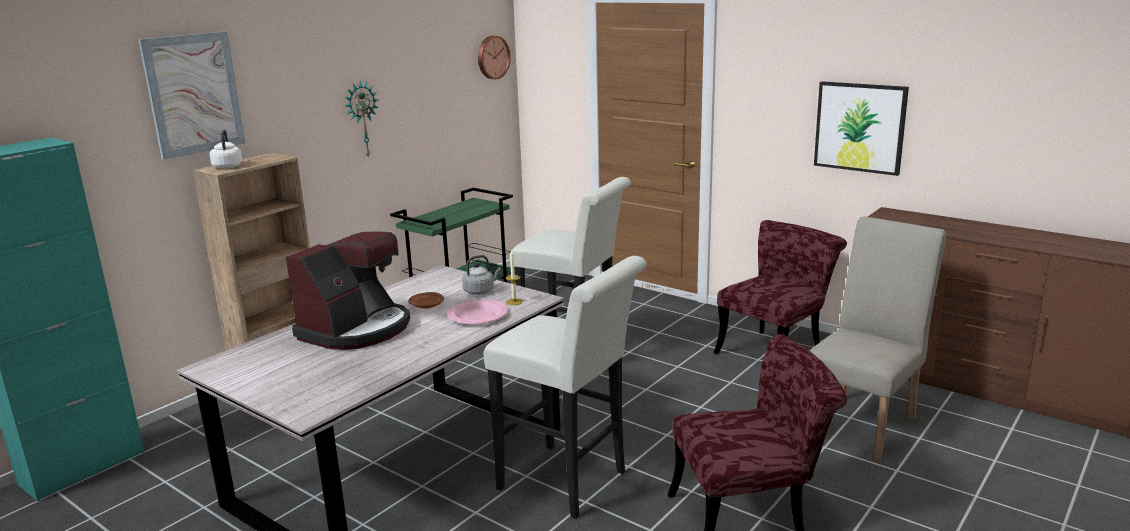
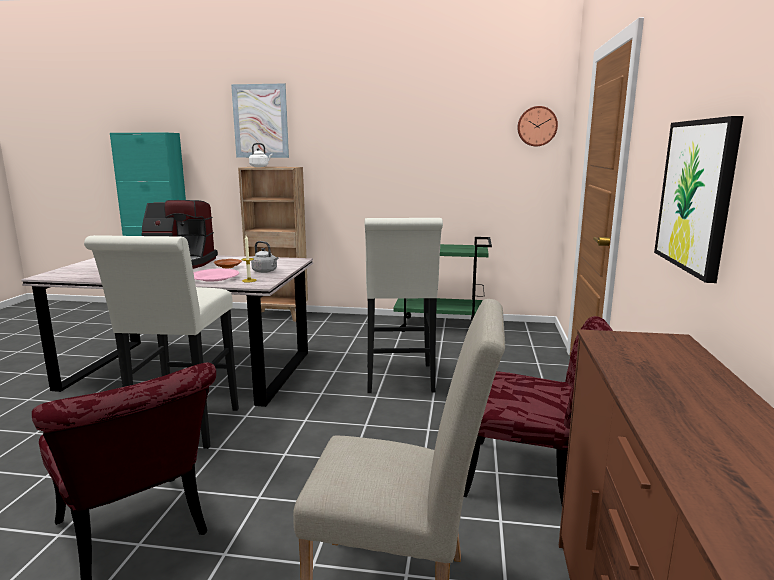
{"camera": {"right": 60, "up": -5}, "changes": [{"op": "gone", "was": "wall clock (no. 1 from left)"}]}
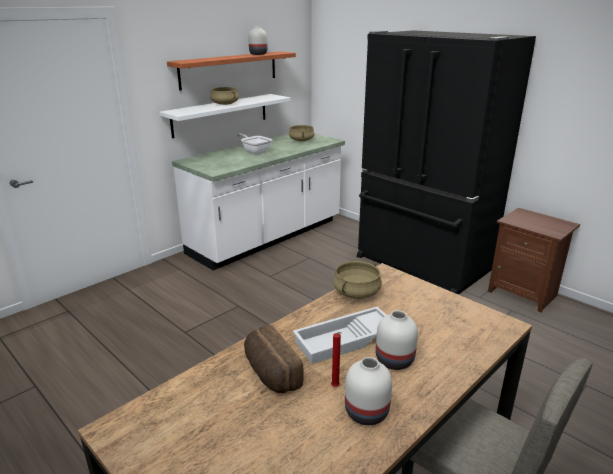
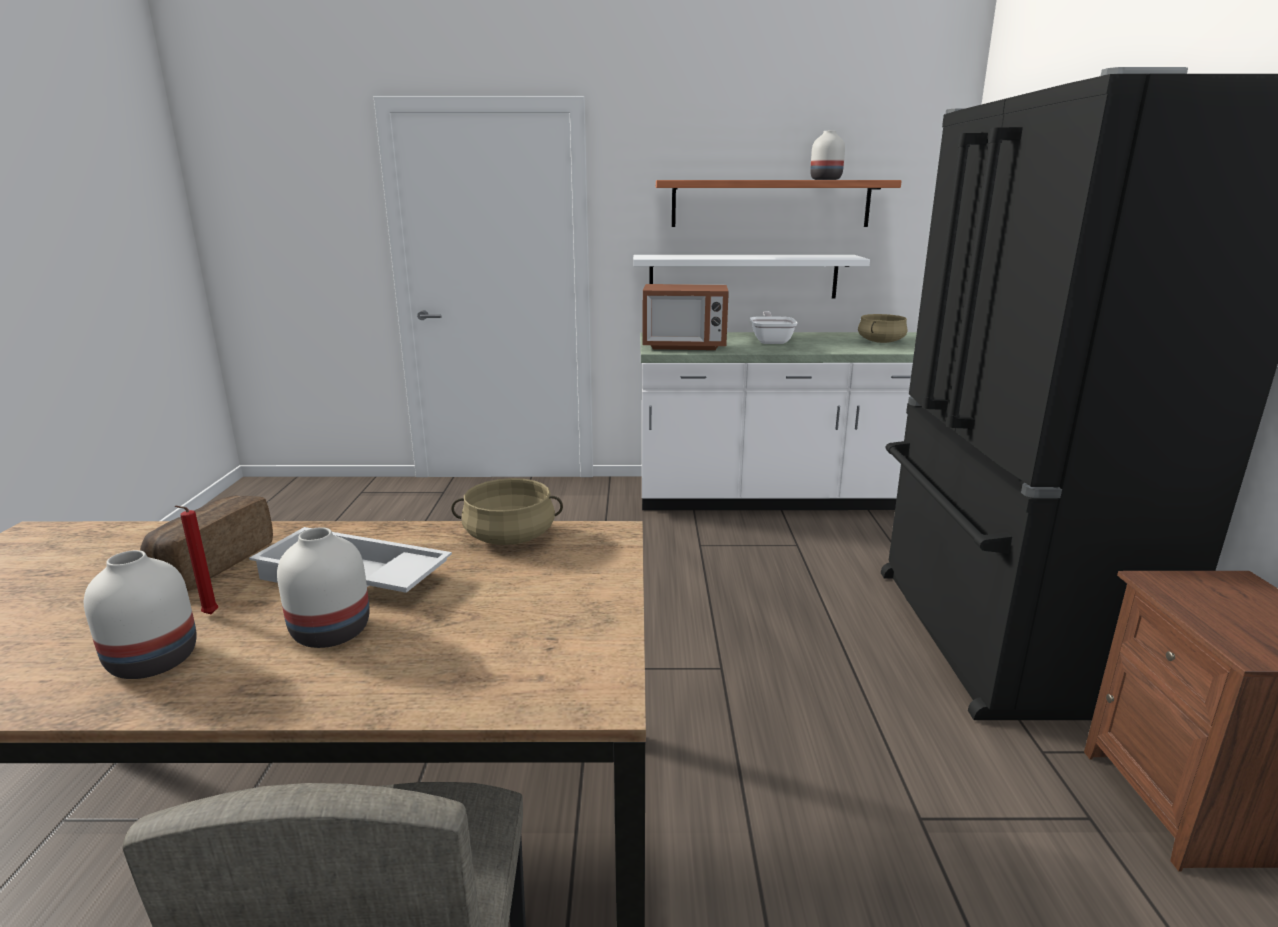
{"camera": {"right": 45, "up": -5}, "changes": [{"op": "gone", "was": "cooking pot in beige (no. 1 from left)"}, {"op": "new", "now": "microwave"}]}
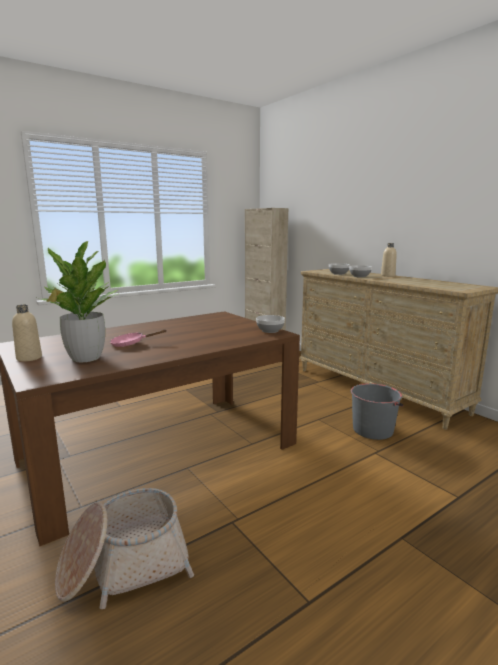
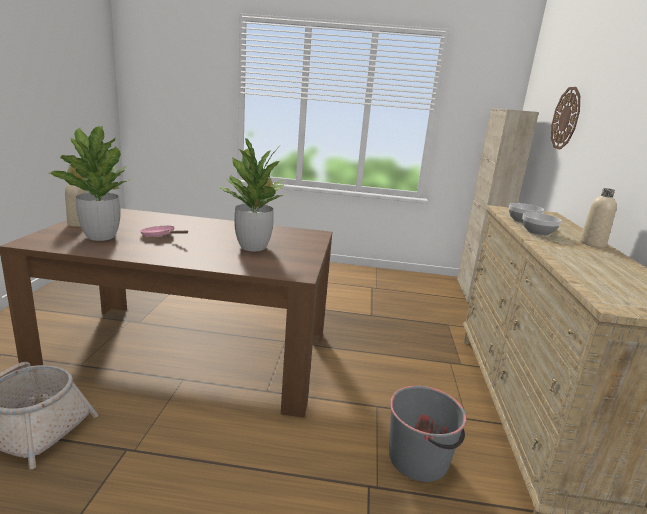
{"camera": {"right": 40, "up": 5}, "changes": [{"op": "gone", "was": "bowl (no. 1 from left)"}, {"op": "new", "now": "potted plant (no. 2 from left)"}, {"op": "new", "now": "wall clock"}]}
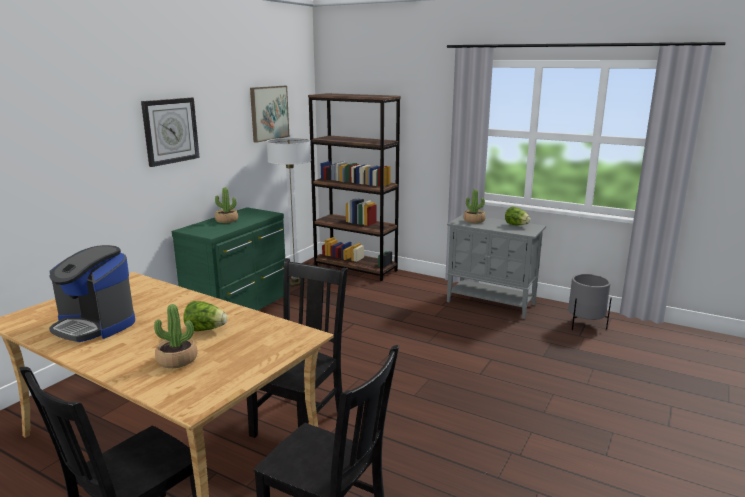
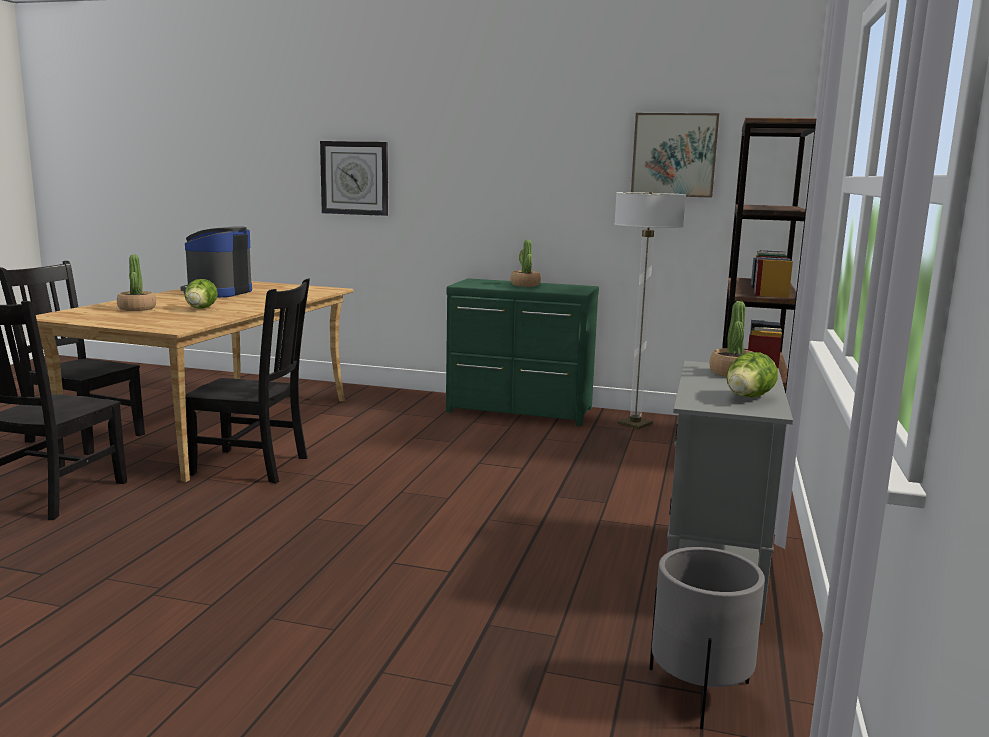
{"camera": {"right": 75, "up": -5}, "changes": [{"op": "shifted", "was": "wall clock"}]}
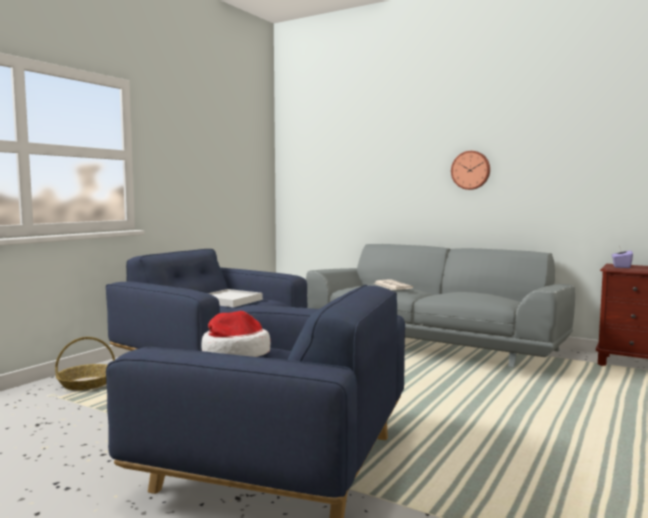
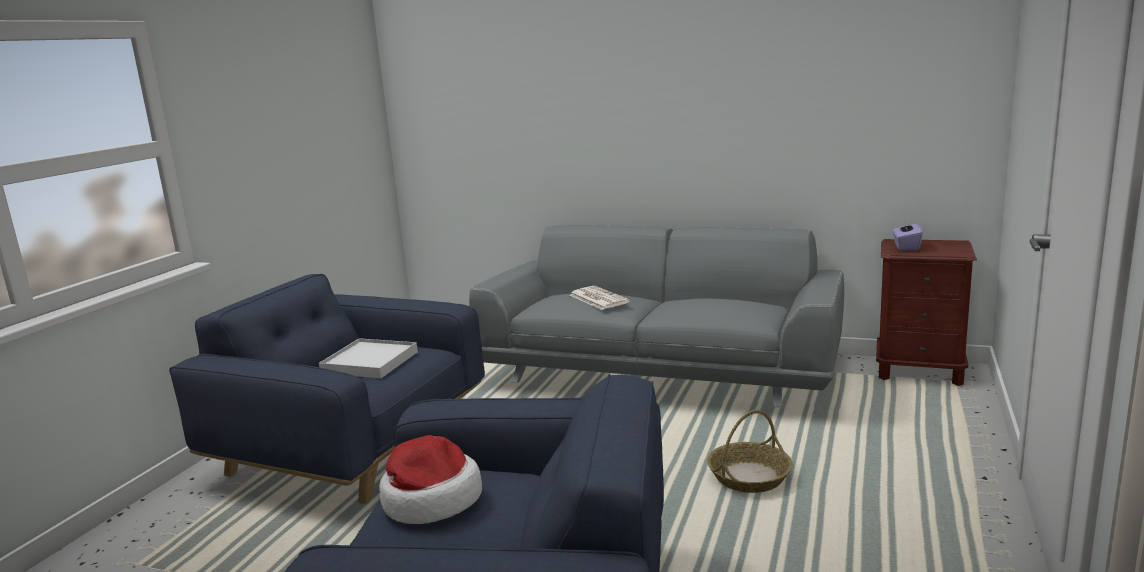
{"camera": {"right": -10, "up": 10}, "changes": [{"op": "gone", "was": "wall clock"}, {"op": "shifted", "was": "basket"}]}
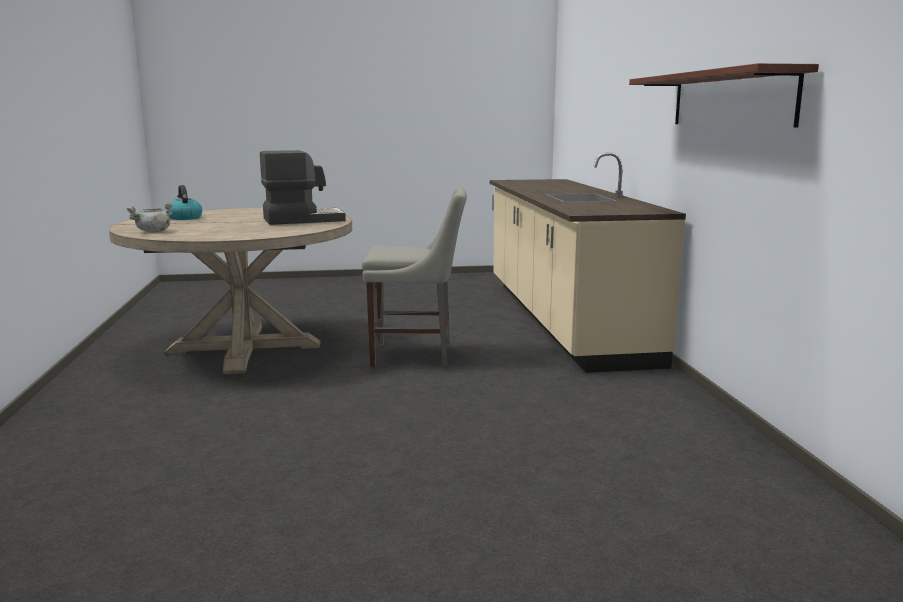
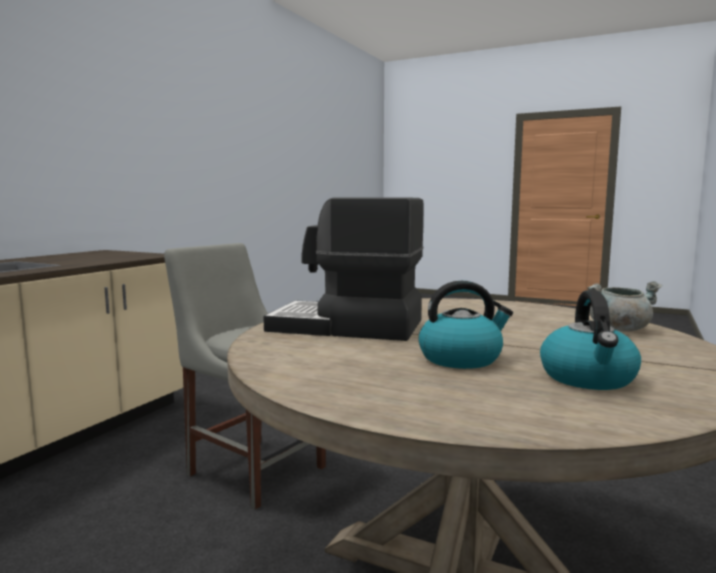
{"camera": {"right": -145, "up": -5}, "changes": [{"op": "gone", "was": "shelf"}, {"op": "new", "now": "kettle (no. 1 from left)"}]}
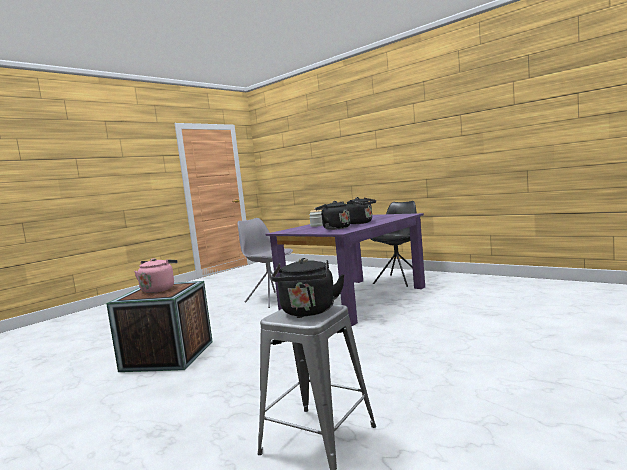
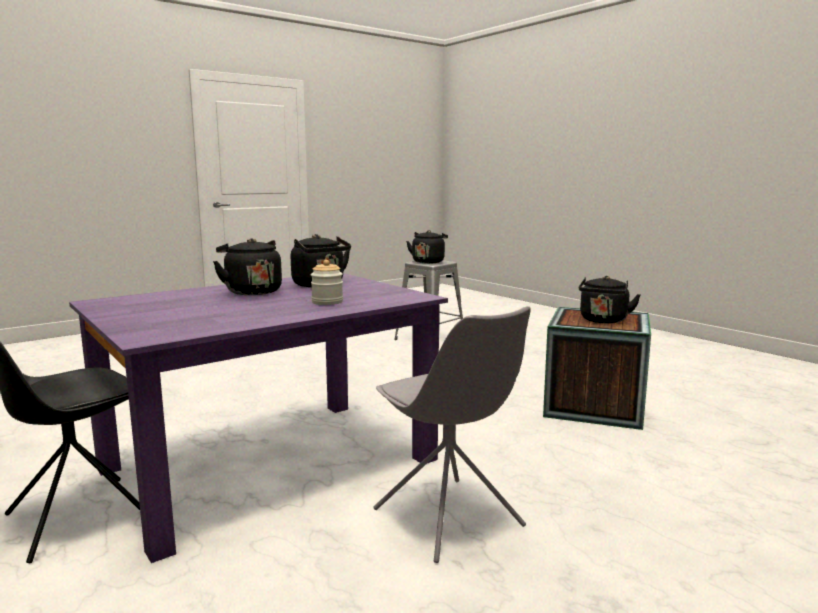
{"camera": {"right": -170, "up": 5}, "changes": [{"op": "repainted", "was": "kettle in pink", "now": "kettle in black (no. 4 from left)"}]}
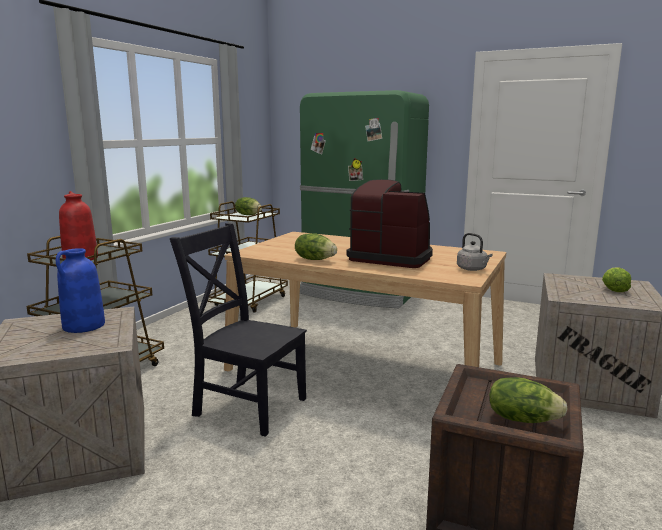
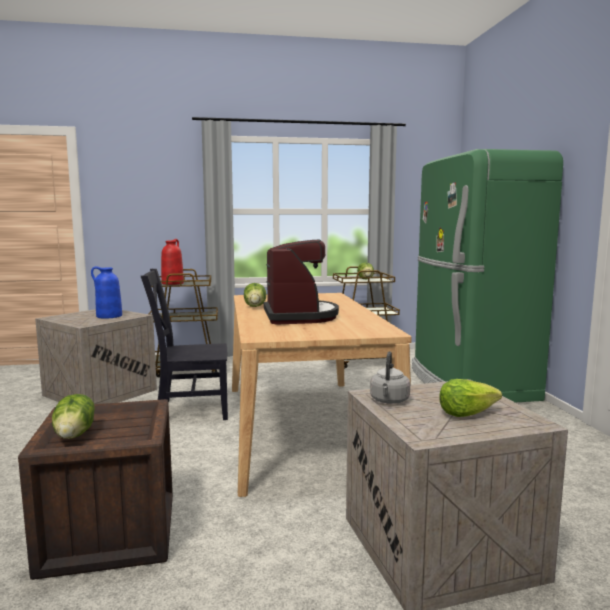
{"camera": {"right": 55, "up": -5}, "changes": [{"op": "shifted", "was": "kettle in grey"}, {"op": "rotated", "was": "chair in black", "clockwise": -90}]}
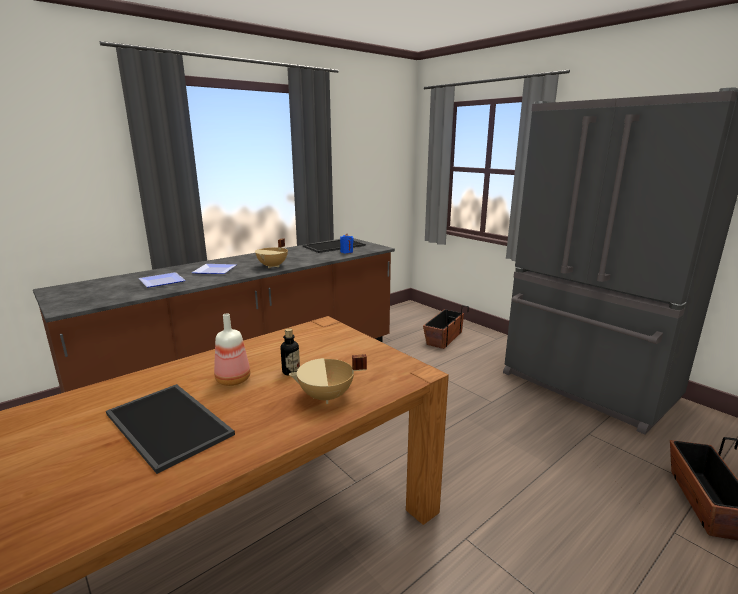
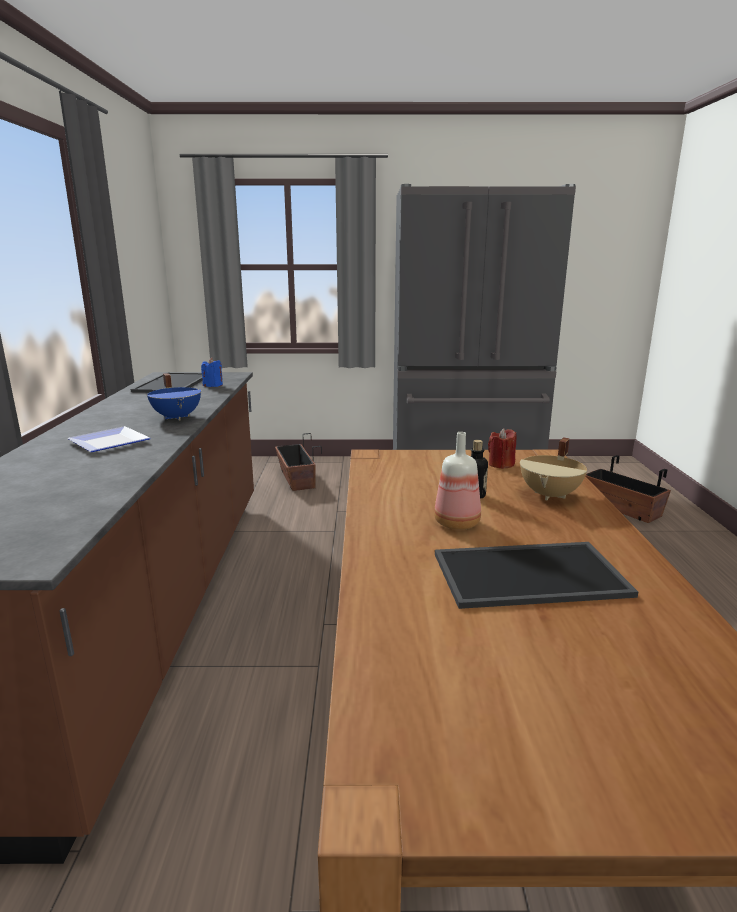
{"camera": {"right": -50, "up": 0}, "changes": [{"op": "gone", "was": "plate (no. 1 from left)"}, {"op": "new", "now": "candle in red"}, {"op": "repainted", "was": "cooking pot in beige (no. 1 from left)", "now": "cooking pot in blue"}]}
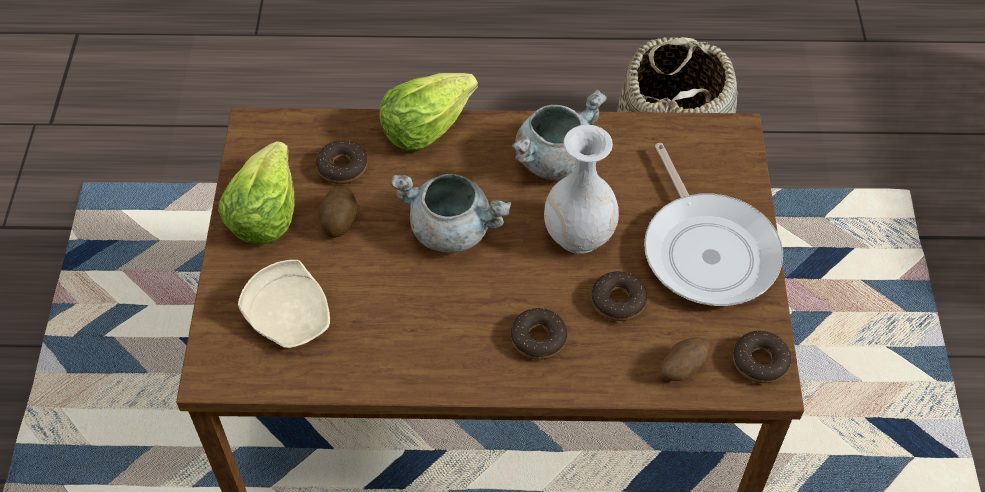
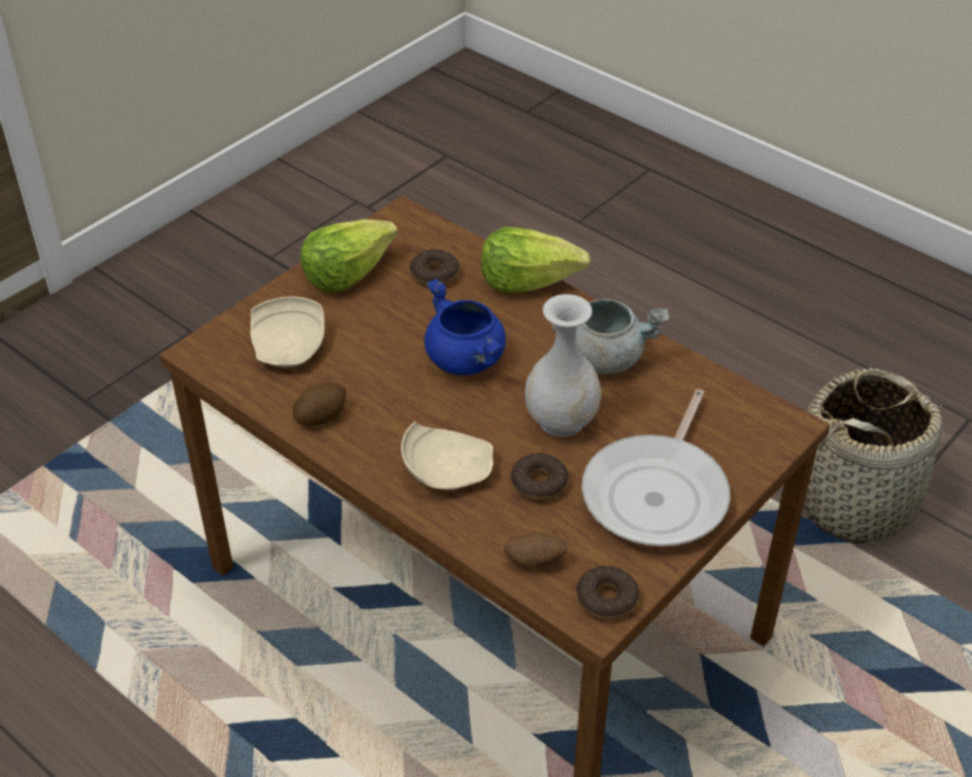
{"camera": {"right": 40, "up": -10}, "changes": [{"op": "shifted", "was": "potato (no. 1 from left)"}, {"op": "swapped", "was": "donut (no. 2 from left)", "now": "plate in beige (no. 2 from left)"}, {"op": "repainted", "was": "cooking pot in grey (no. 1 from left)", "now": "cooking pot in blue"}]}
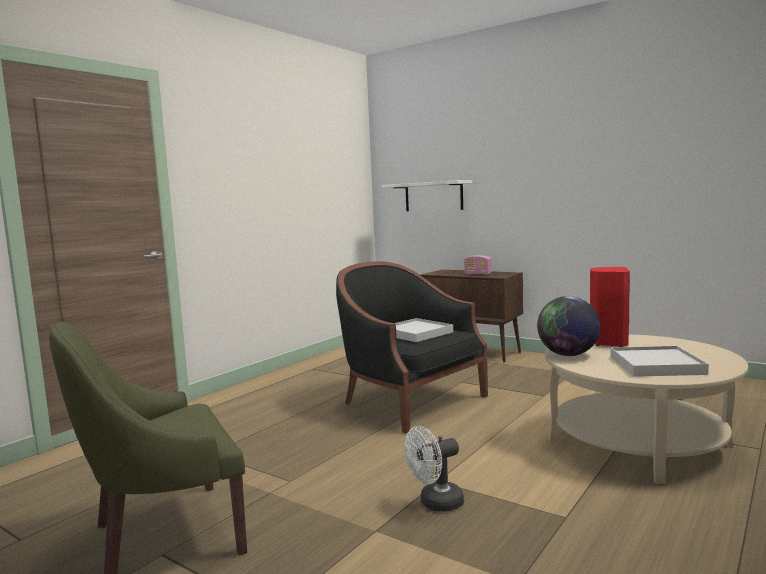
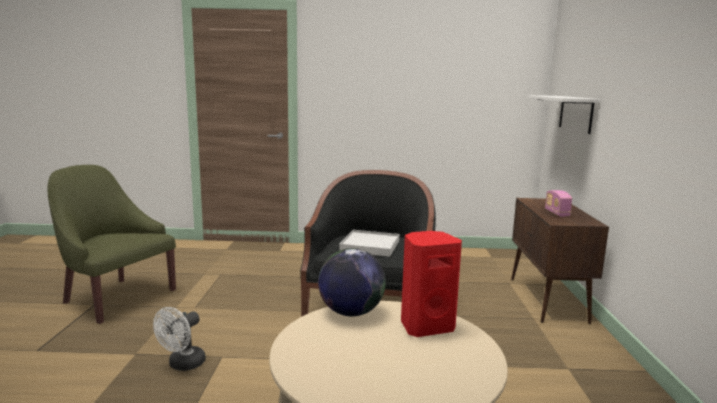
{"camera": {"right": 55, "up": 5}, "changes": [{"op": "gone", "was": "tray in white (no. 2 from left)"}, {"op": "rotated", "was": "fan in white", "clockwise": -90}]}
